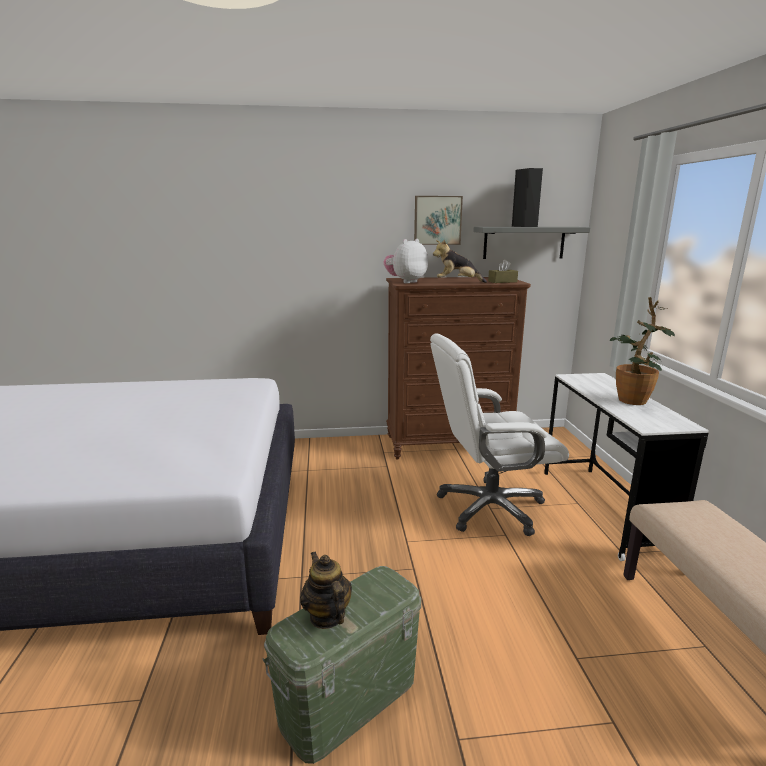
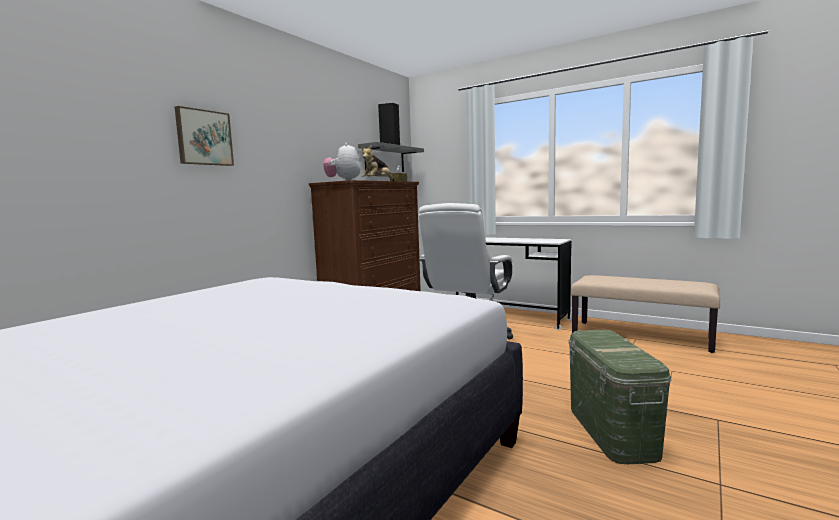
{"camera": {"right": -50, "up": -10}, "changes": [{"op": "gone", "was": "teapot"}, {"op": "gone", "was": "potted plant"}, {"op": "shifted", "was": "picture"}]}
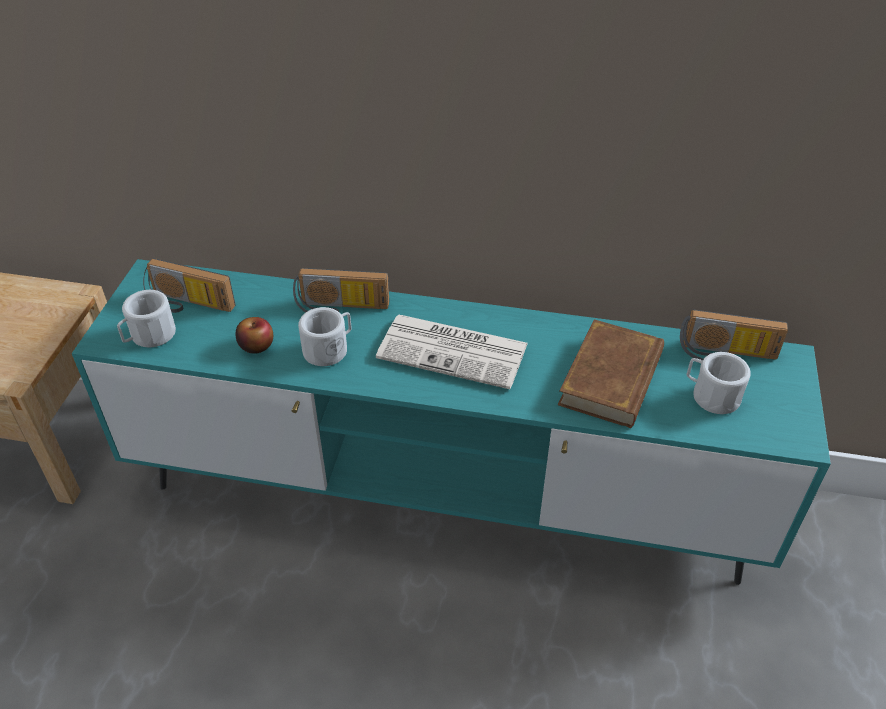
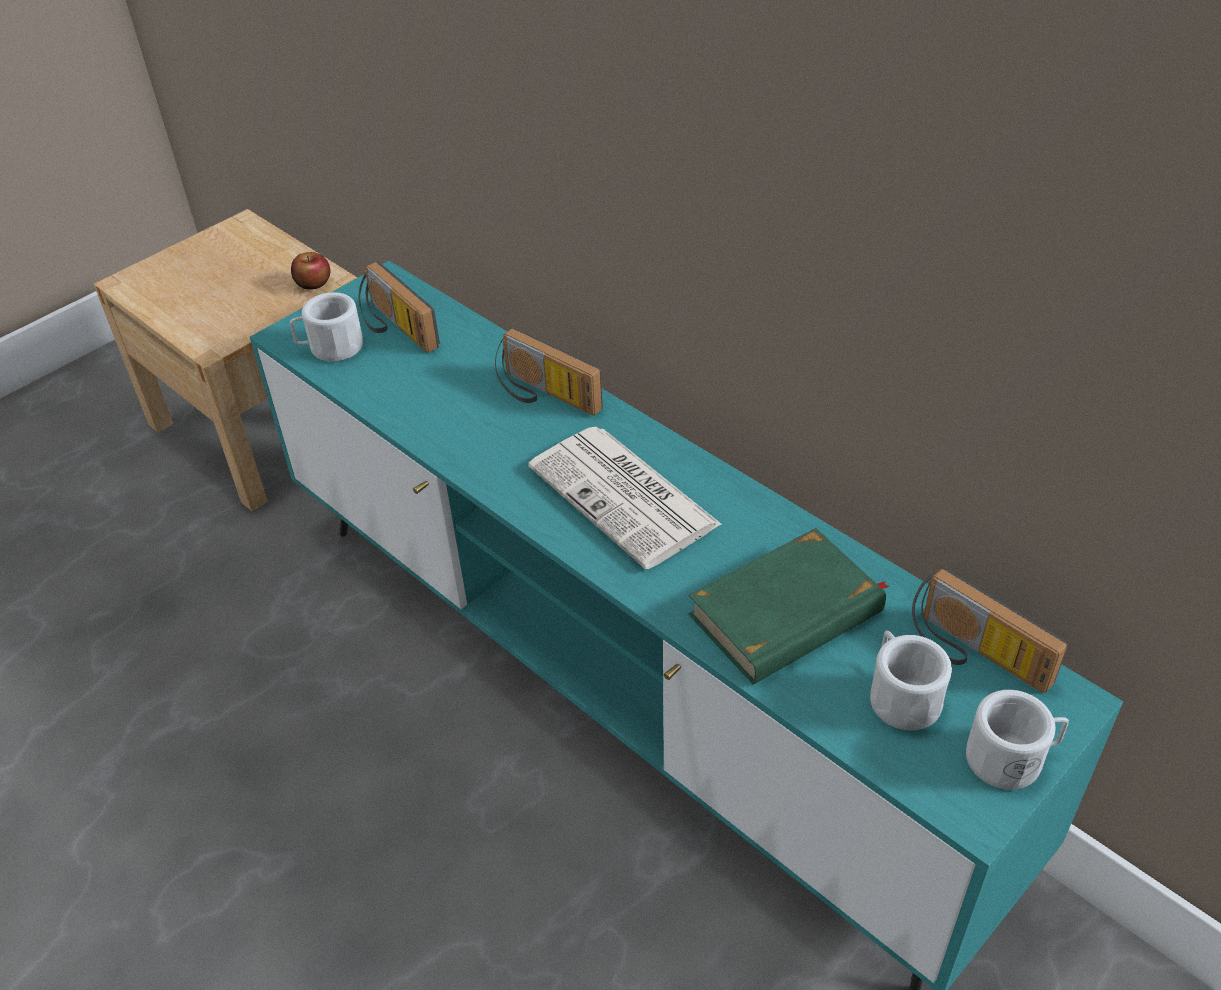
{"camera": {"right": 35, "up": 0}, "changes": [{"op": "shifted", "was": "apple"}, {"op": "shifted", "was": "mug in white (no. 2 from left in the first image)", "now": "mug in white (no. 3 from left)"}, {"op": "repainted", "was": "book in brown", "now": "book in green"}]}
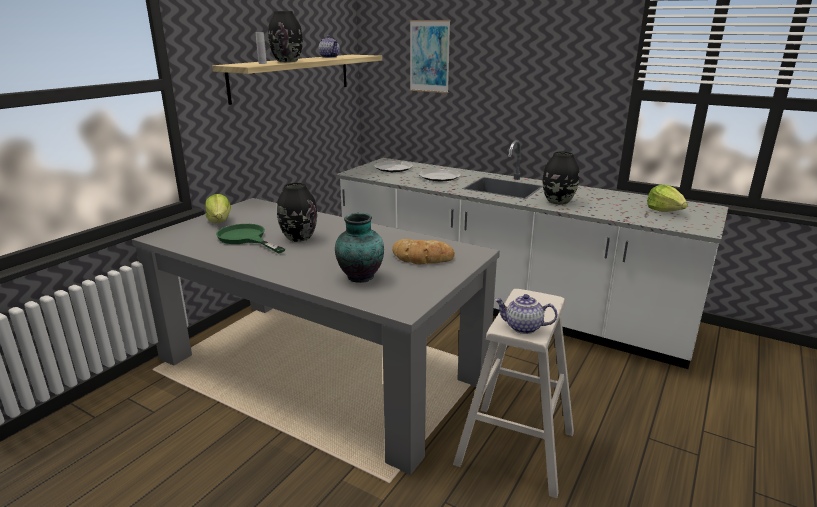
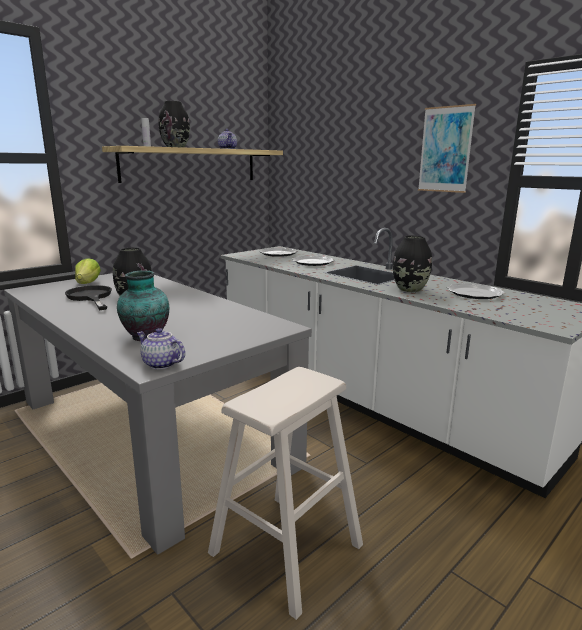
{"camera": {"right": 15, "up": -5}, "changes": [{"op": "gone", "was": "bread"}, {"op": "gone", "was": "lettuce (no. 2 from left)"}, {"op": "new", "now": "plate (no. 3 from left)"}, {"op": "shifted", "was": "picture"}, {"op": "shifted", "was": "teapot (no. 2 from left in the first image)", "now": "teapot (no. 1 from left)"}, {"op": "repainted", "was": "frying pan in green", "now": "frying pan in black"}]}
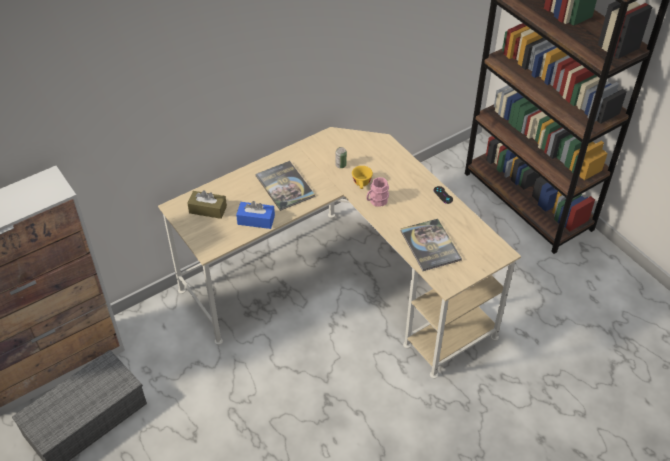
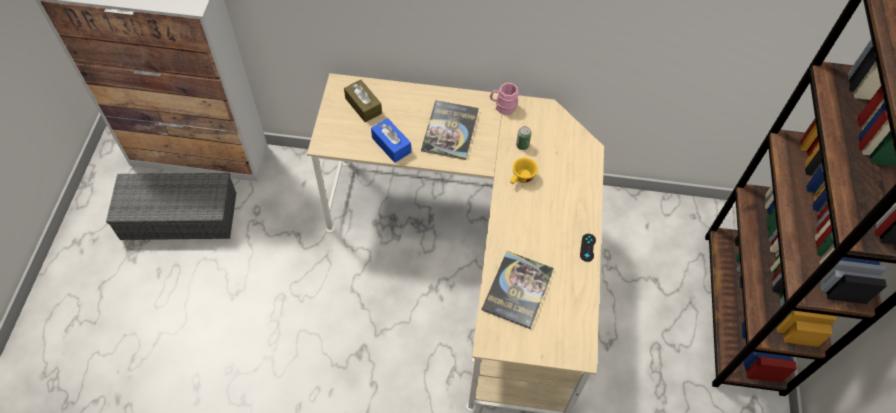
{"camera": {"right": 40, "up": 10}, "changes": [{"op": "shifted", "was": "mug in pink"}]}
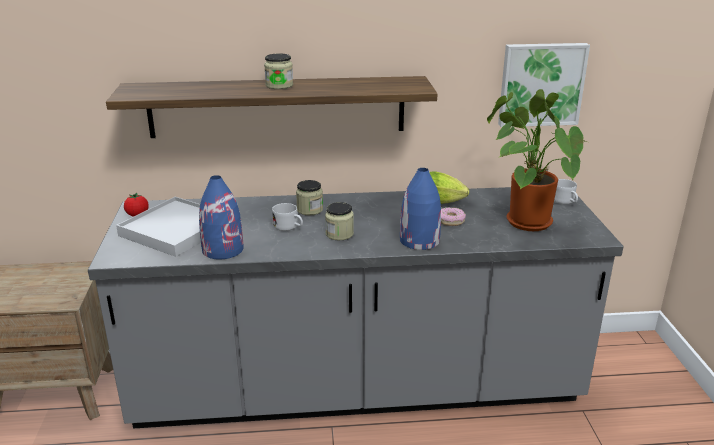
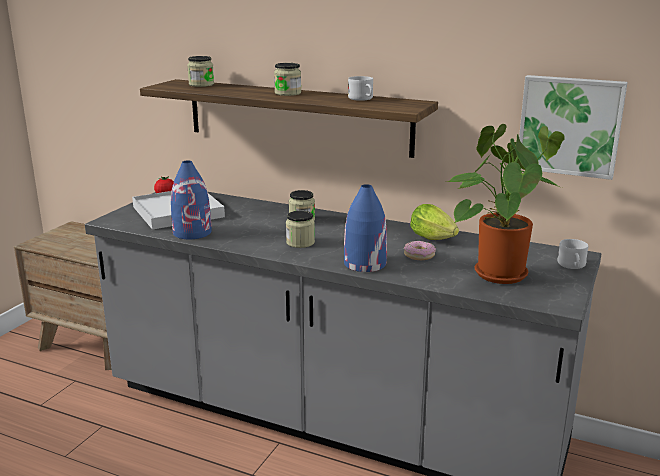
{"camera": {"right": 30, "up": -5}, "changes": [{"op": "new", "now": "jar (no. 1 from left)"}, {"op": "shifted", "was": "mug in white (no. 1 from left)"}]}
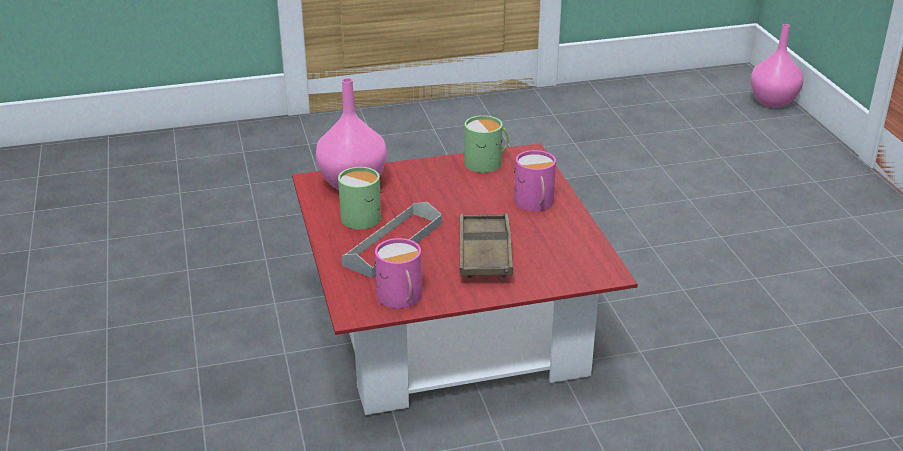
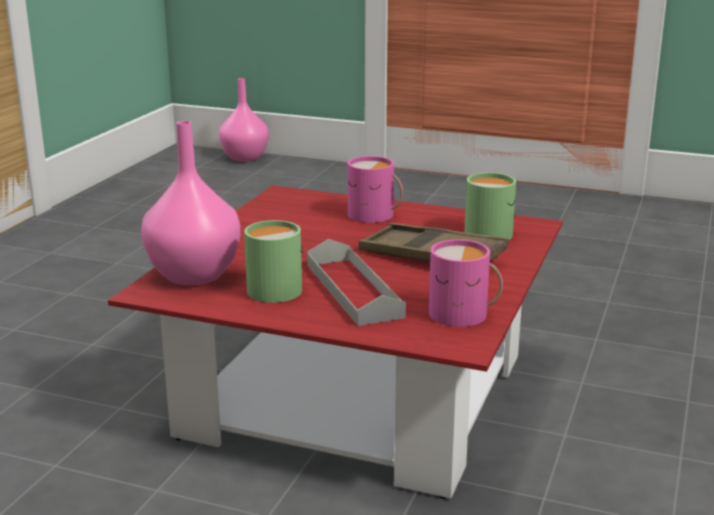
{"camera": {"right": -55, "up": -10}, "changes": [{"op": "shifted", "was": "mug in green (no. 2 from left)"}]}
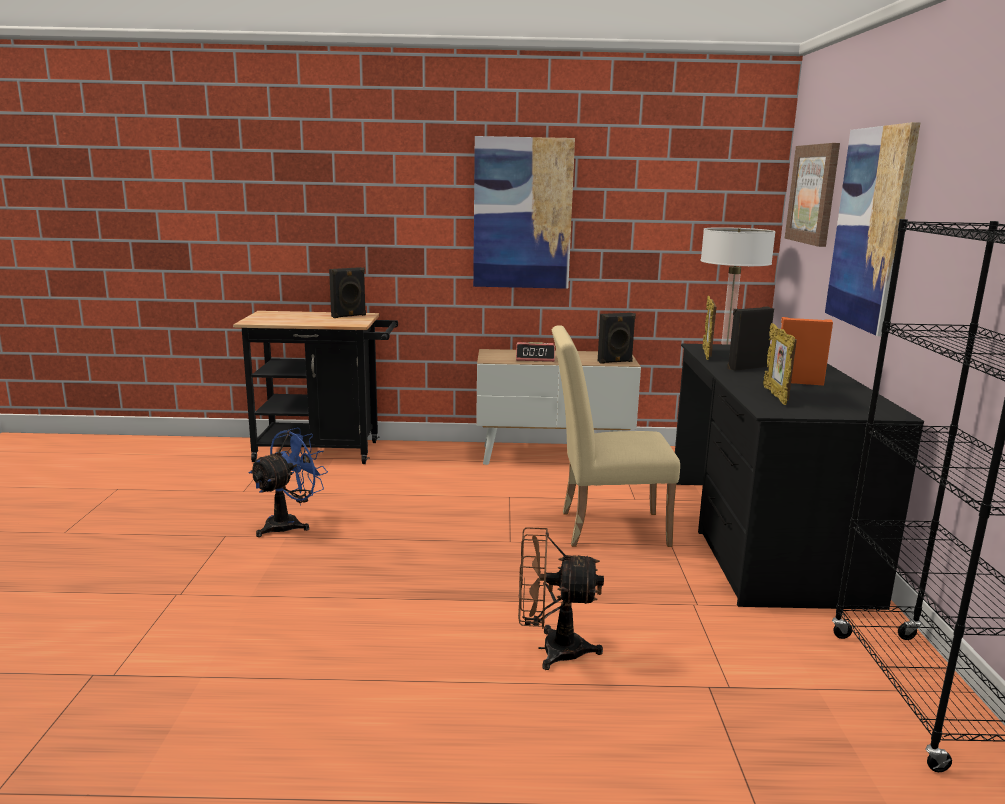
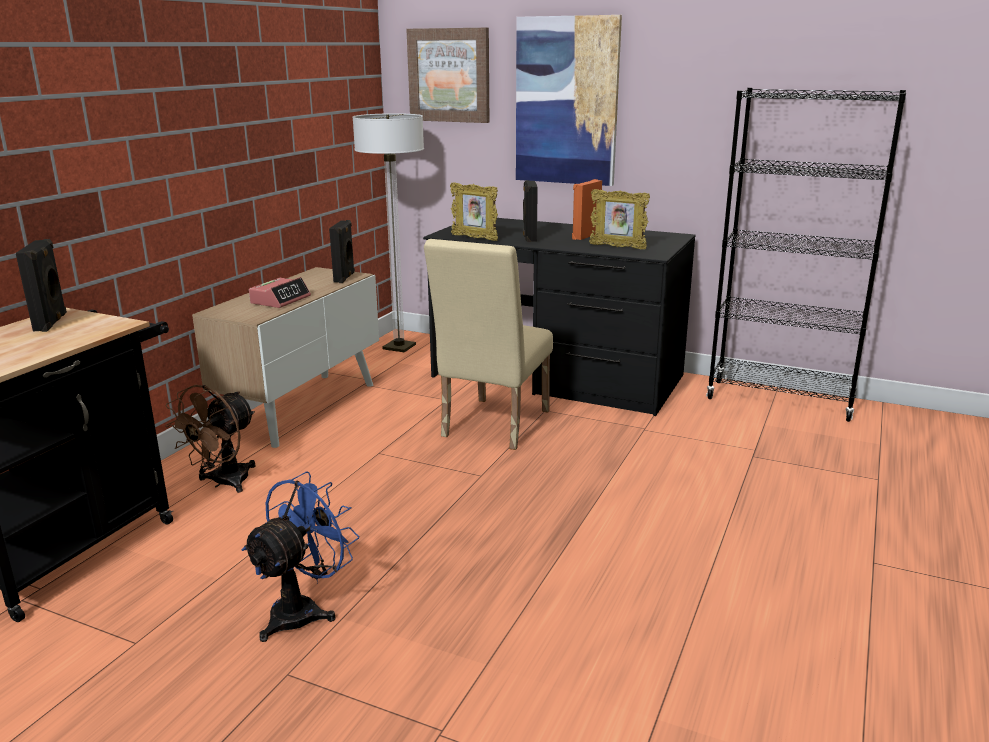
{"camera": {"right": -65, "up": 5}, "changes": [{"op": "gone", "was": "picture (no. 1 from left)"}, {"op": "shifted", "was": "fan in brown"}, {"op": "rotated", "was": "fan in blue", "clockwise": 60}]}
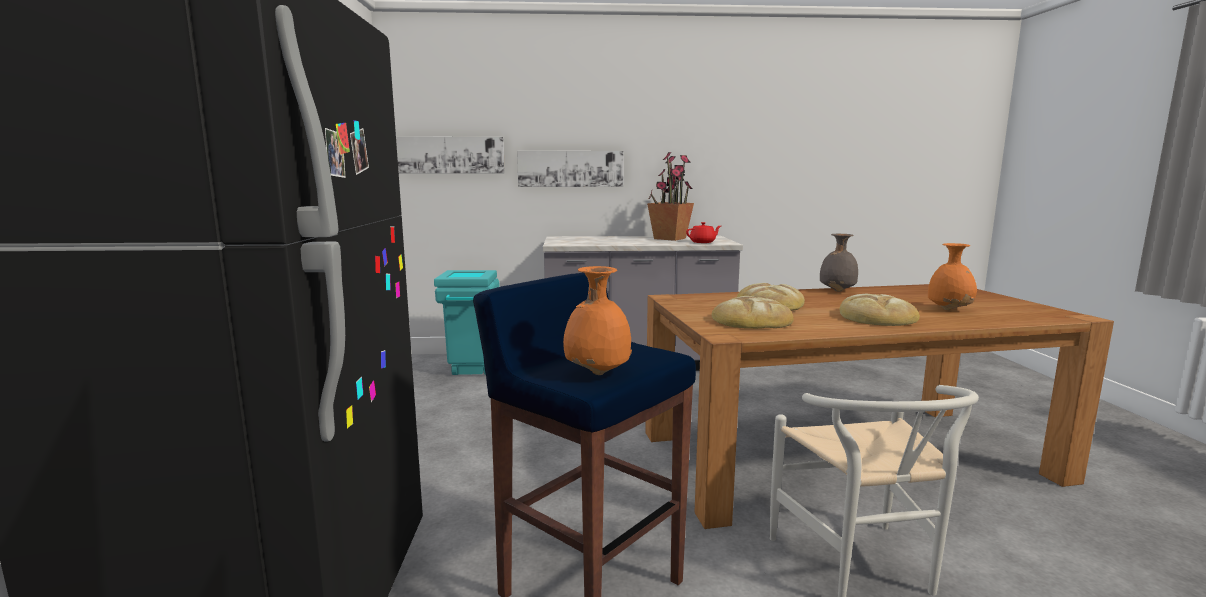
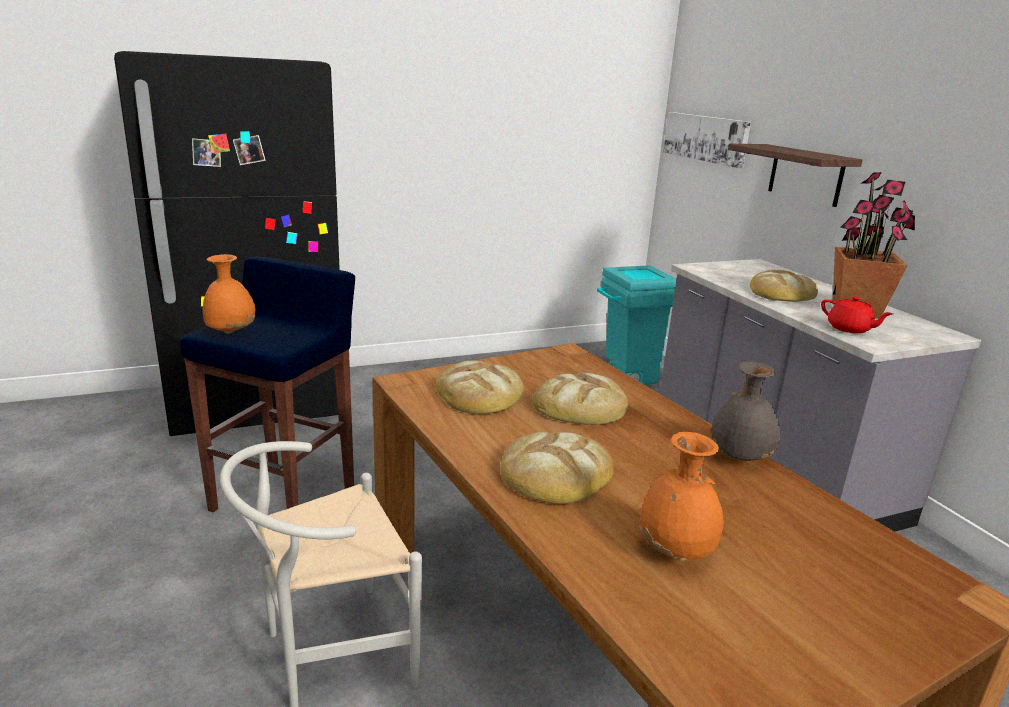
{"camera": {"right": 70, "up": 10}, "changes": [{"op": "new", "now": "bread (no. 4 from left)"}, {"op": "swapped", "was": "picture (no. 2 from left)", "now": "shelf"}]}
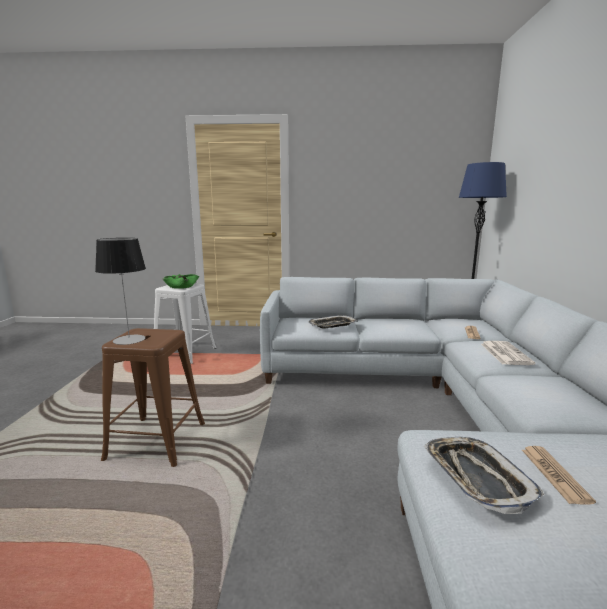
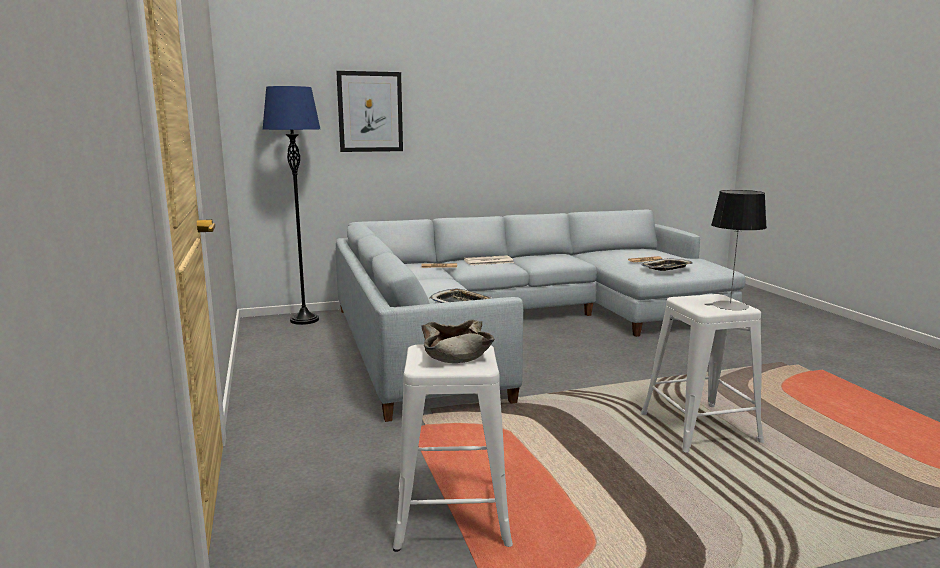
{"camera": {"right": -110, "up": 0}, "changes": [{"op": "new", "now": "picture"}, {"op": "repainted", "was": "stool in brown", "now": "stool in white (no. 2 from left)"}, {"op": "repainted", "was": "bowl in green", "now": "bowl in beige"}]}
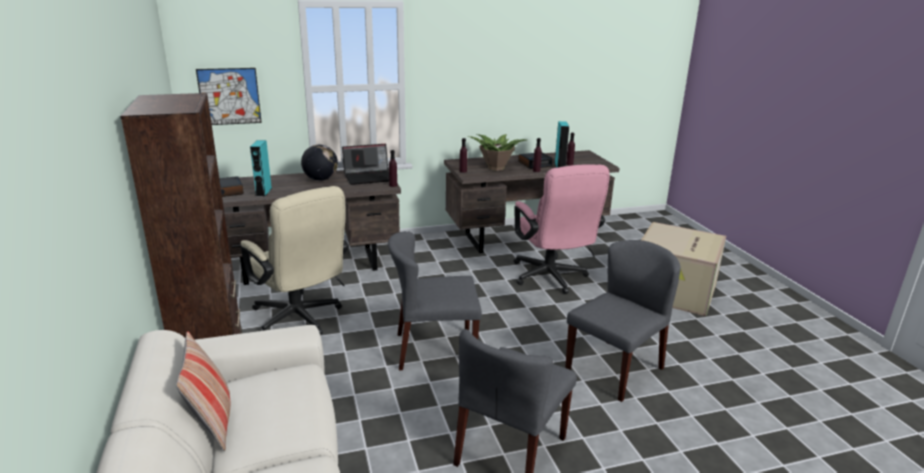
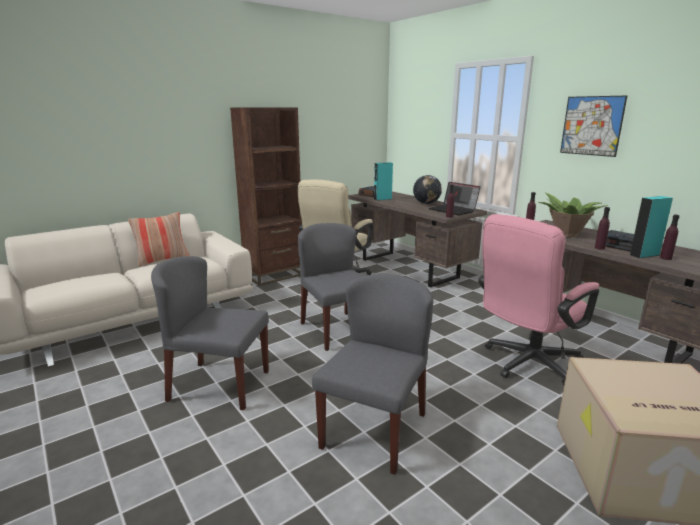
{"camera": {"right": 70, "up": -5}, "changes": [{"op": "shifted", "was": "picture"}, {"op": "rotated", "was": "chair in grey (no. 3 from left)", "clockwise": -90}]}
